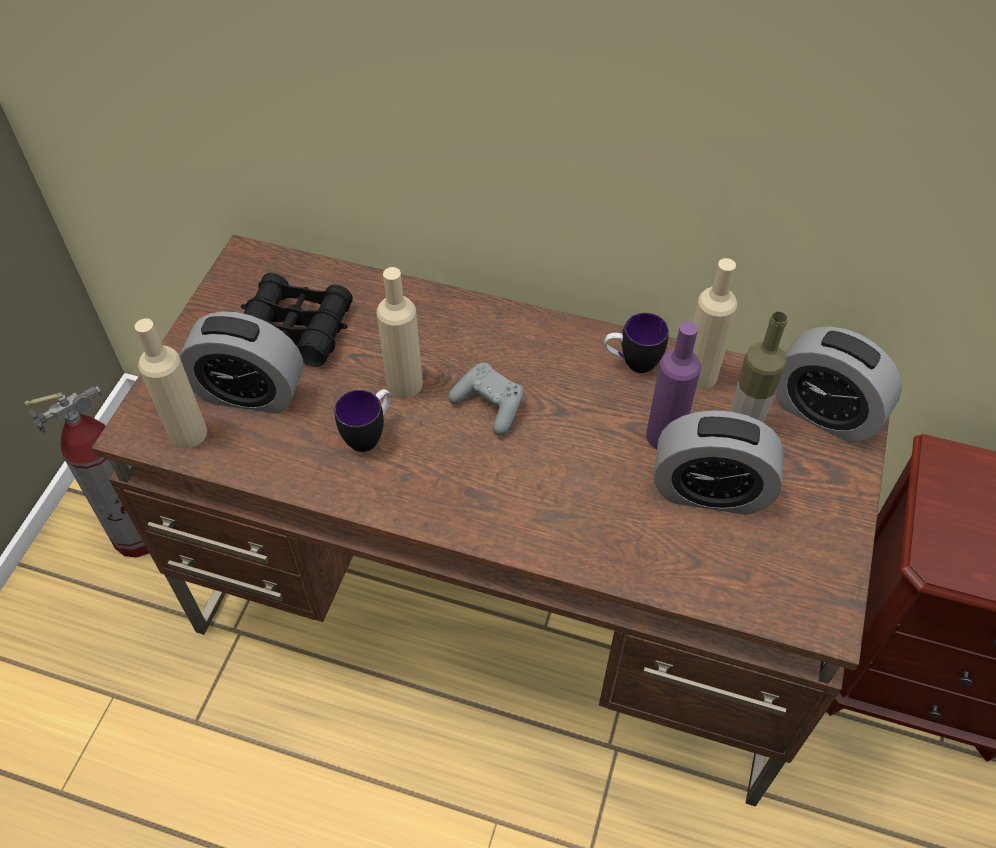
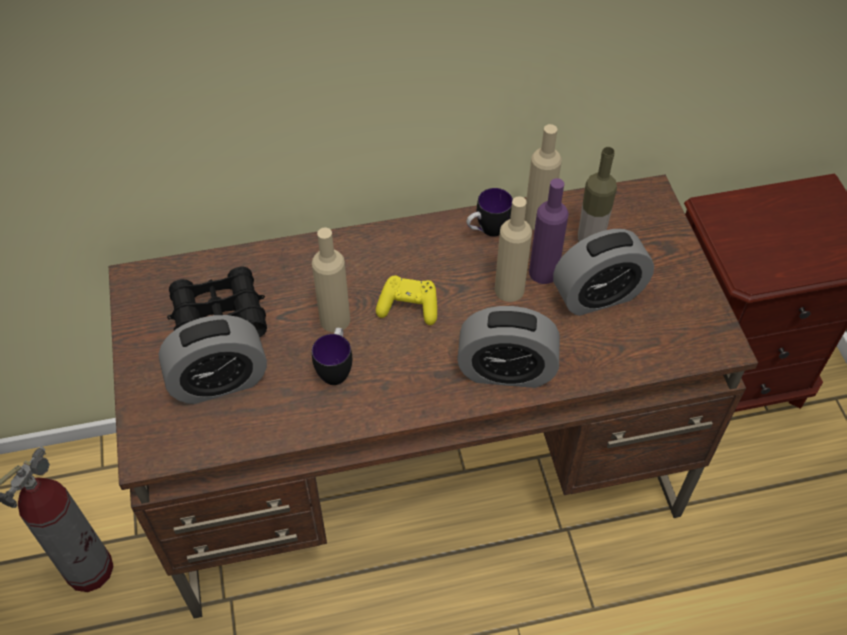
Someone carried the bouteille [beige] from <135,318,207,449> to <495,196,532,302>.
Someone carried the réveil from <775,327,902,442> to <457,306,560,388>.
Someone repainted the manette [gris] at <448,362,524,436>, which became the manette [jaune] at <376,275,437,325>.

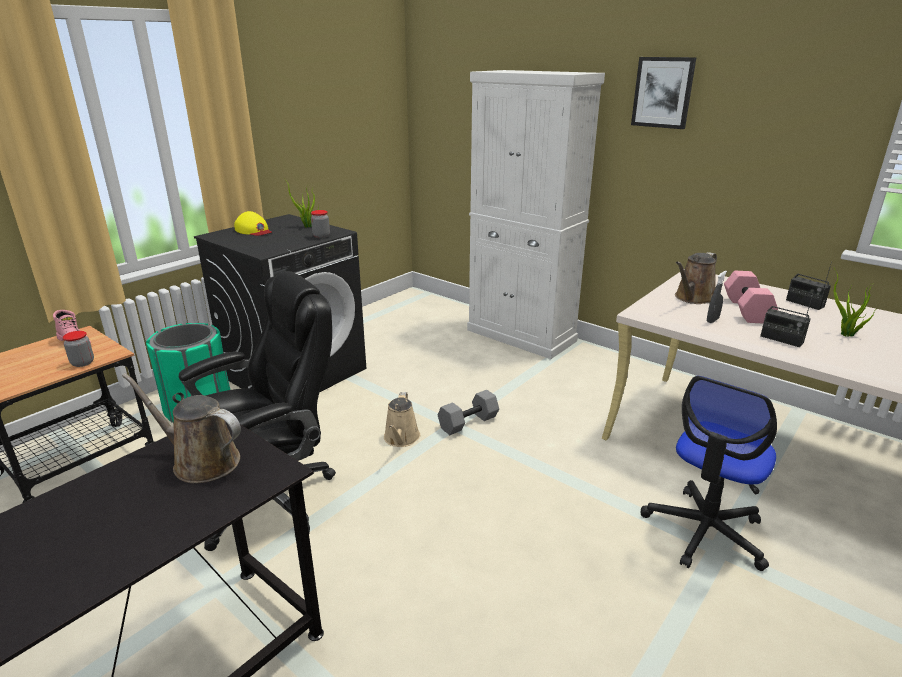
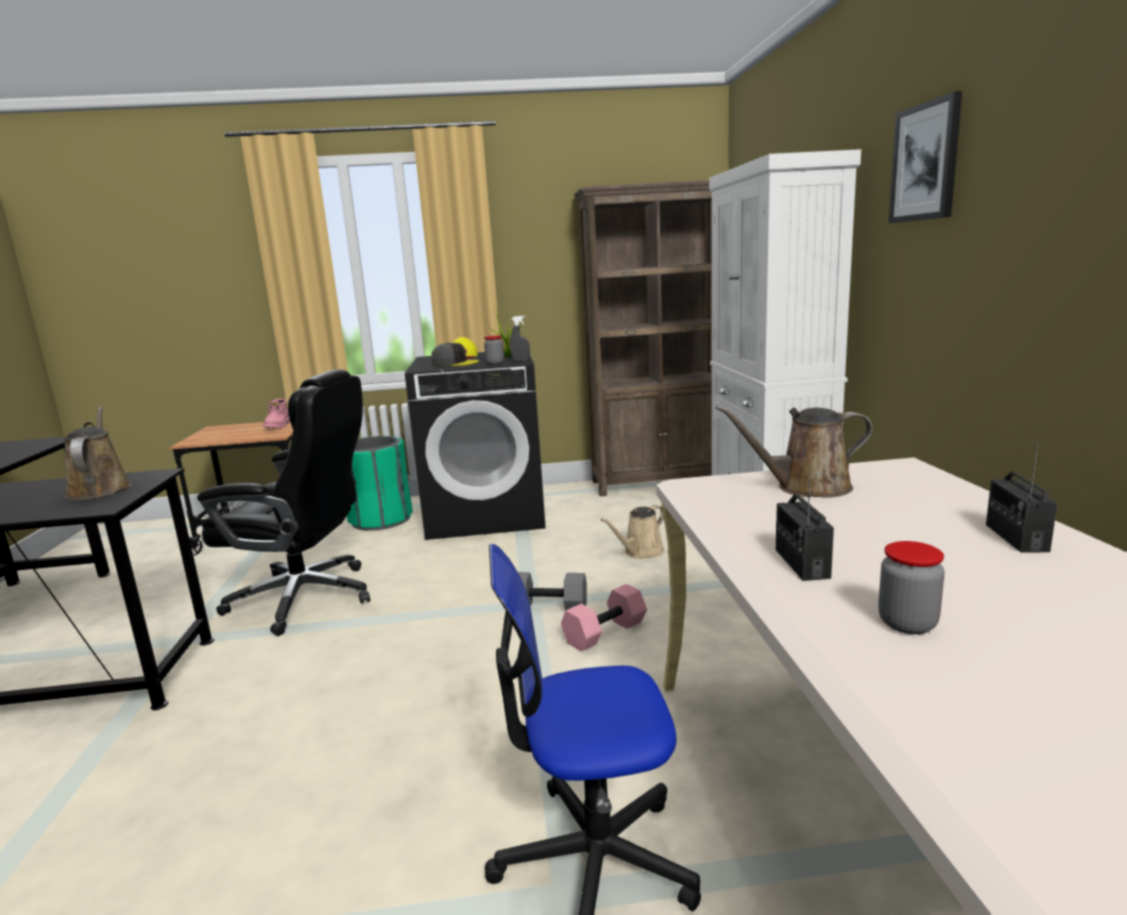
Someone took away the plante en pot at <833,268,875,337>.
Someone carried the vaporisateur [gris] from <707,271,727,323> to <510,316,530,362>.
Someone carried the haltère [rose] from <724,271,778,324> to <561,584,647,652>.
Someone carried the bocal from <62,331,94,367> to <878,541,945,634>.
Someone carried the arrosoir [beige] from <384,392,420,447> to <601,505,665,559>.
Someone put down the bibliothèque [marron] at <574,180,712,496>.
Someone put down the casquette [gris] at <431,343,479,366>.

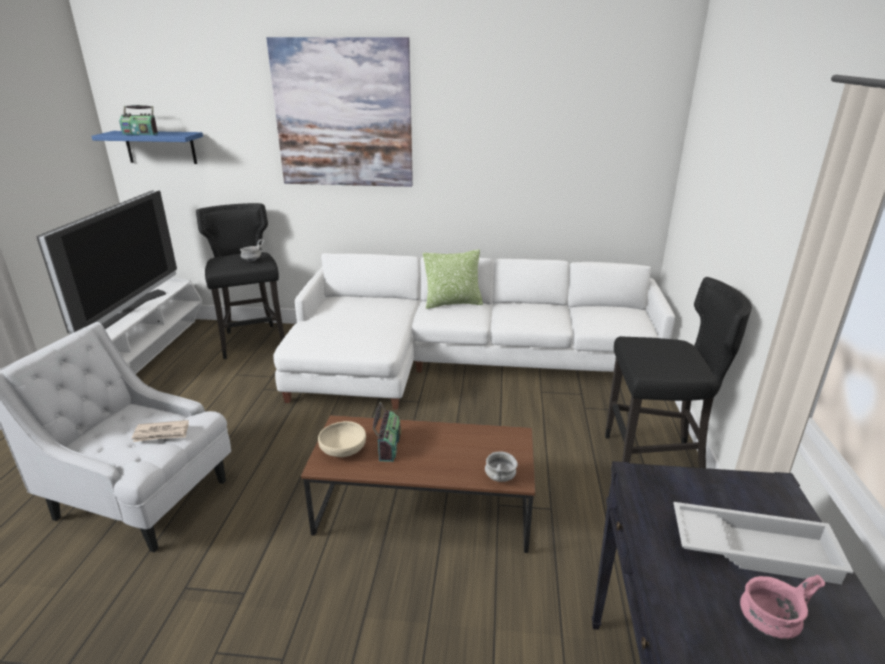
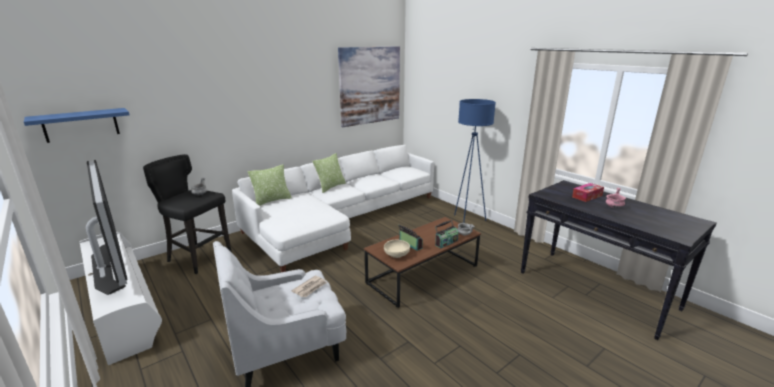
Someone carried the tableau from <266,37,413,187> to <338,46,400,127>.
Someone carried the radio from <119,105,158,135> to <435,220,459,248>.
Someone swapped the tabouret [noir] at <605,277,752,468> for the lampadaire [bleu] at <454,99,496,223>.
Someone swapped the plateau [blanc] at <674,502,854,584> for the boîte à mouchoirs at <572,183,604,202>.
Someone put down the coussin at <248,164,292,206>.

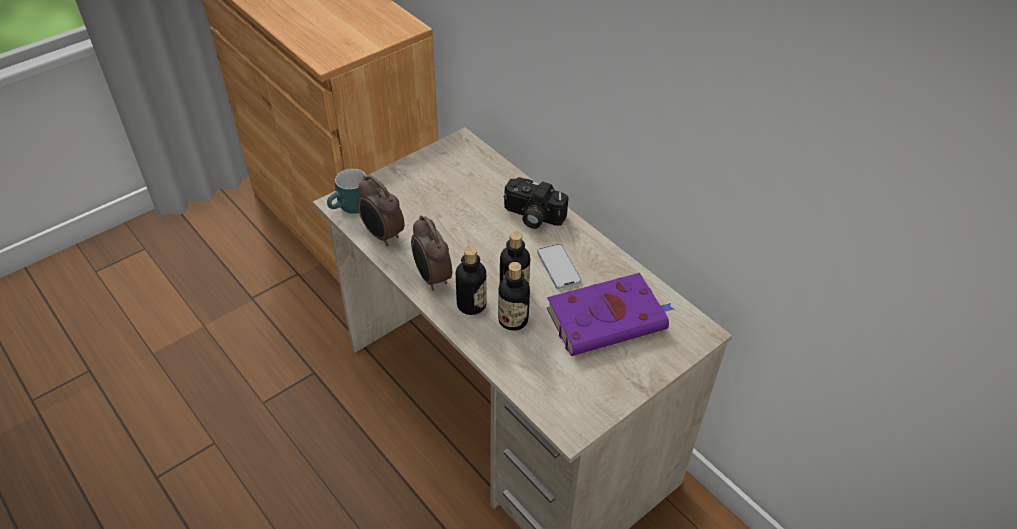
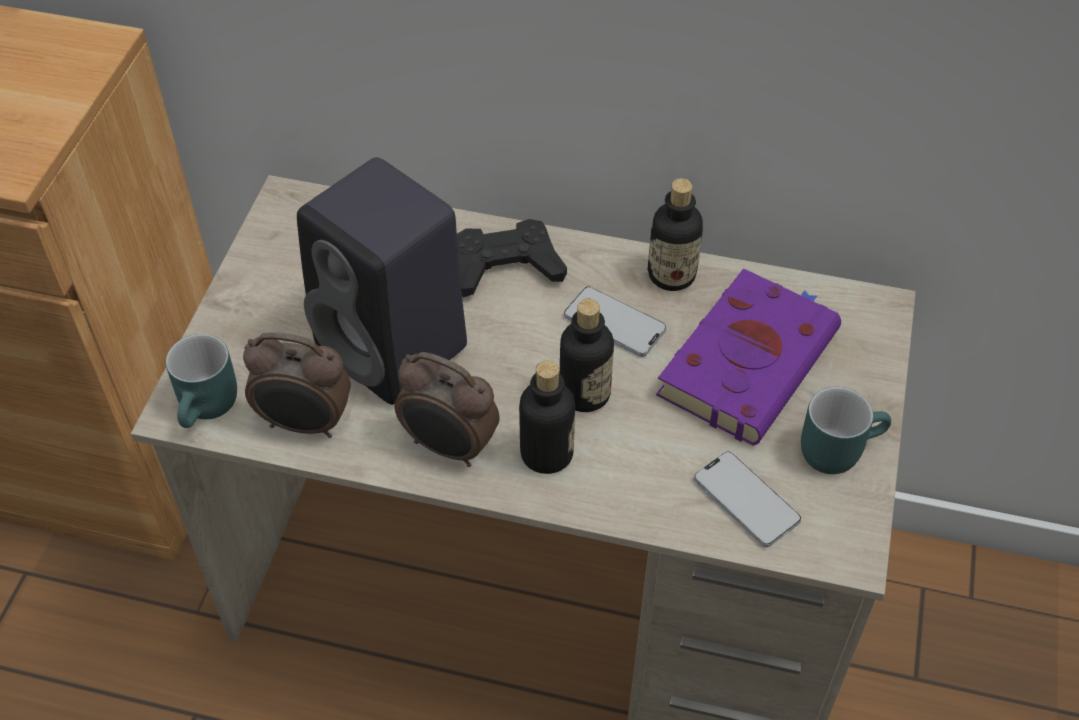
Someone swapped the appareil photo at <504,177,568,229> for the manette [noir] at <457,219,567,298>.
Someone carried the bouteille from <498,262,530,331> to <647,178,704,291>.
Someone put down the enceinte [noir] at <297,157,467,405>.
Someone put down the mug [turquoise] at <801,387,891,474>.
Someone put down the téléphone at <694,451,801,548>.

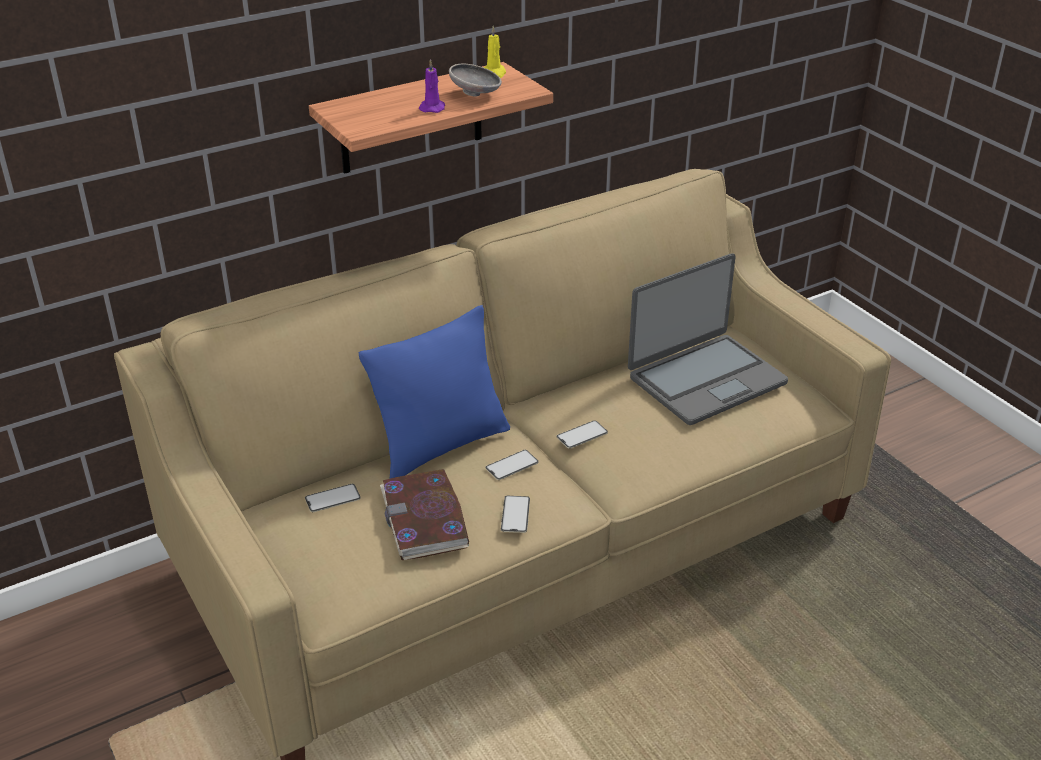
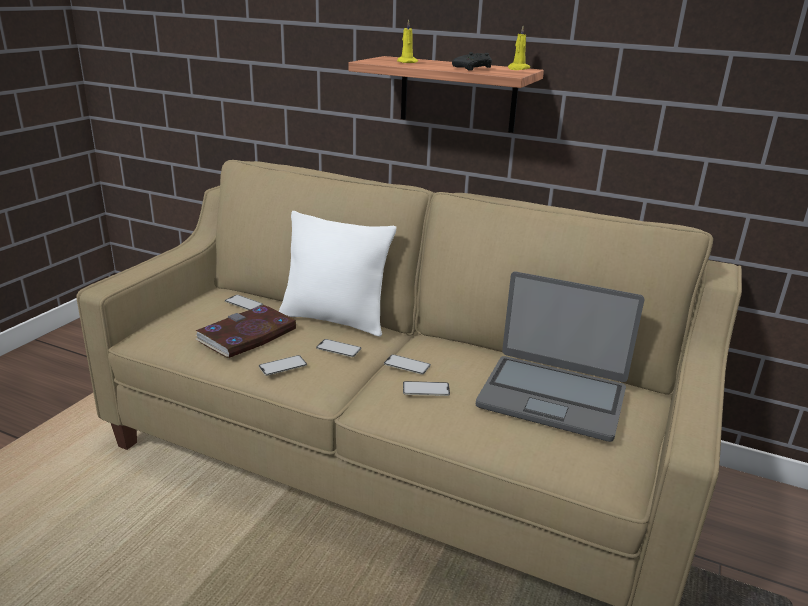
Someone took away the bougie [violet] at <419,59,445,113>.
Someone swapped the bol [gris] at <449,64,502,96> for the manette [noir] at <452,52,492,71>.
Someone repainted the coussin [bleu] at <358,305,510,479>, which became the coussin [blanc] at <279,211,396,337>.
Someone put down the bougie [jaune] at <397,20,418,63>.
Someone put down the téléphone at <403,381,450,396>.

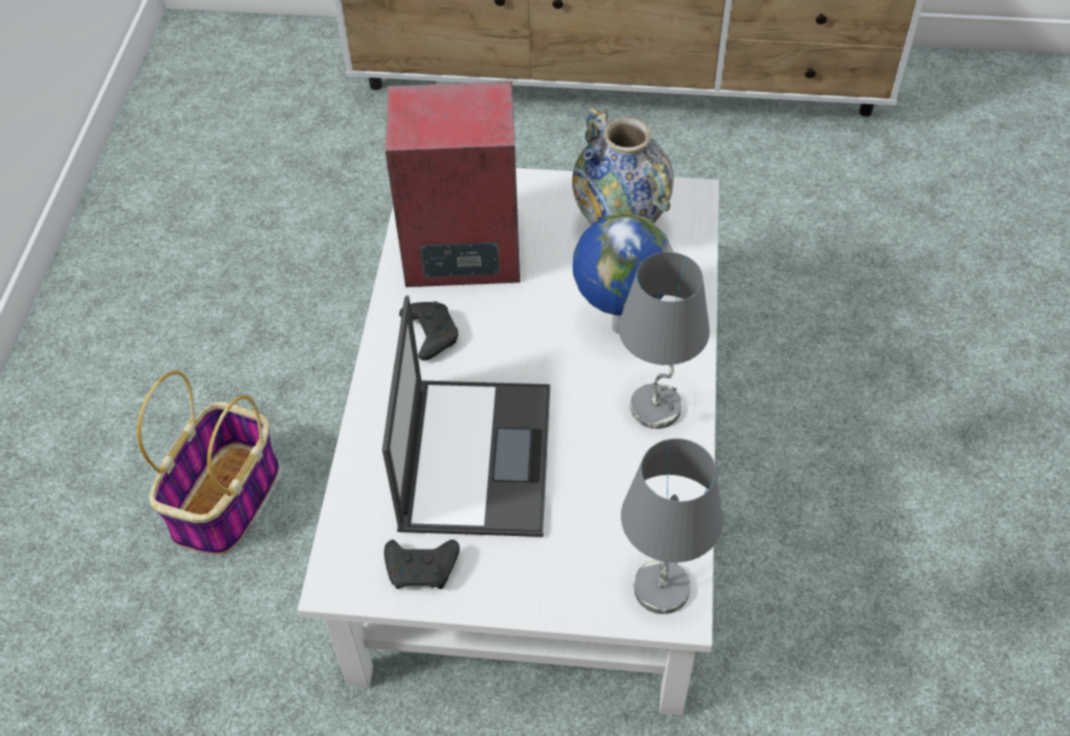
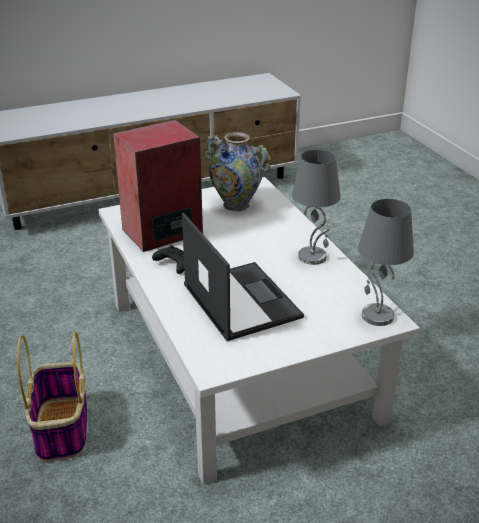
Someone took away the globe at <573,213,673,334>.
Someone took away the manette [noir] at <384,540,460,589>.

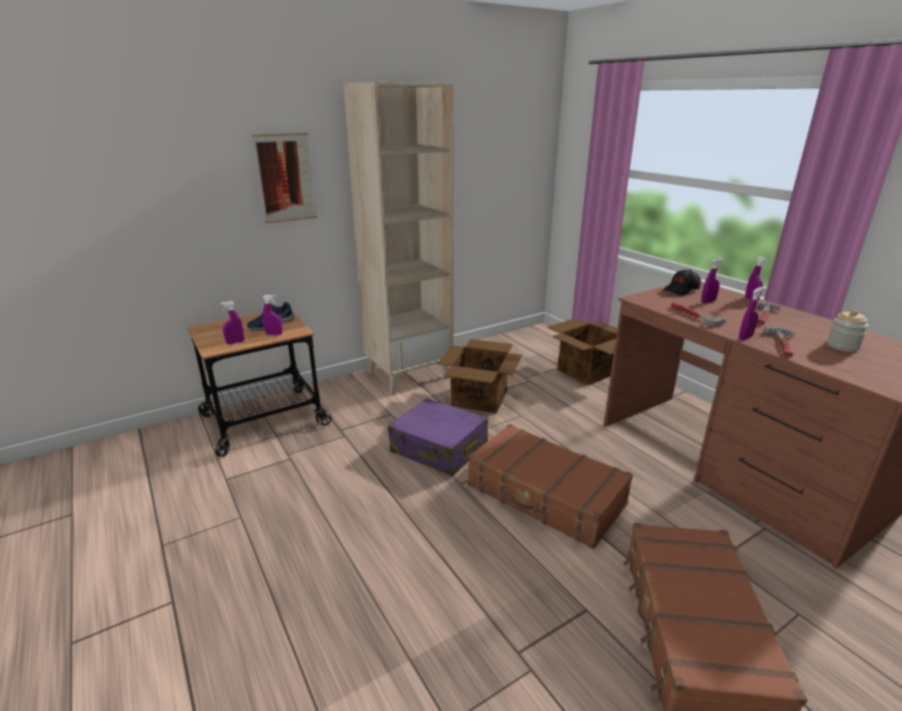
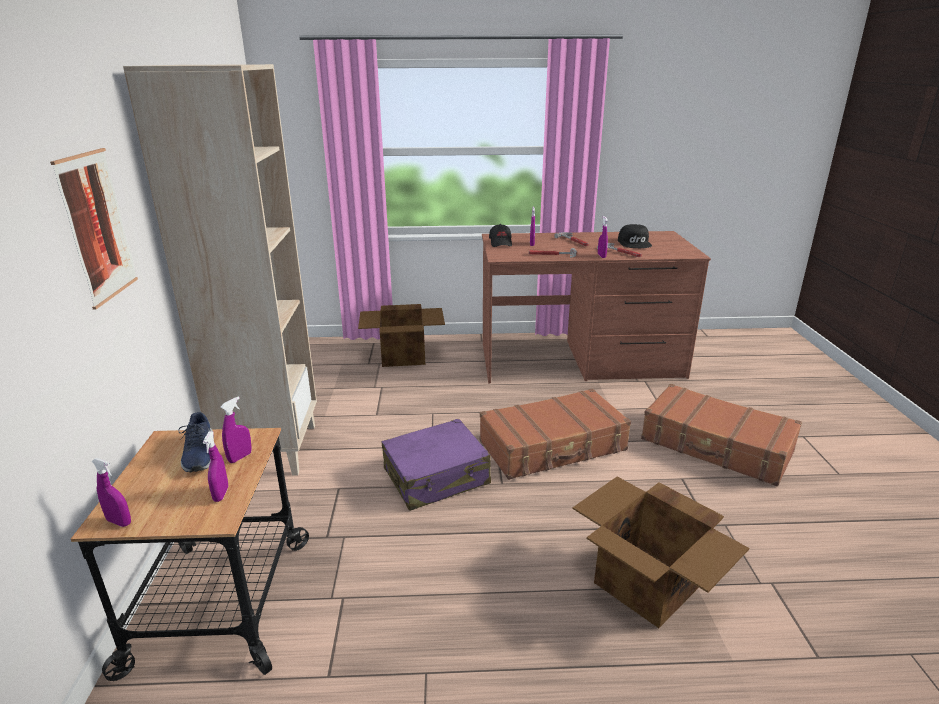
Someone carried the vaporisateur [violet] from <745,256,767,300> to <91,458,131,527>.
Someone swapped the bocal at <827,310,869,352> for the casquette [noir] at <618,224,652,248>.
Someone carried the carton from <438,339,522,414> to <573,477,749,628>.

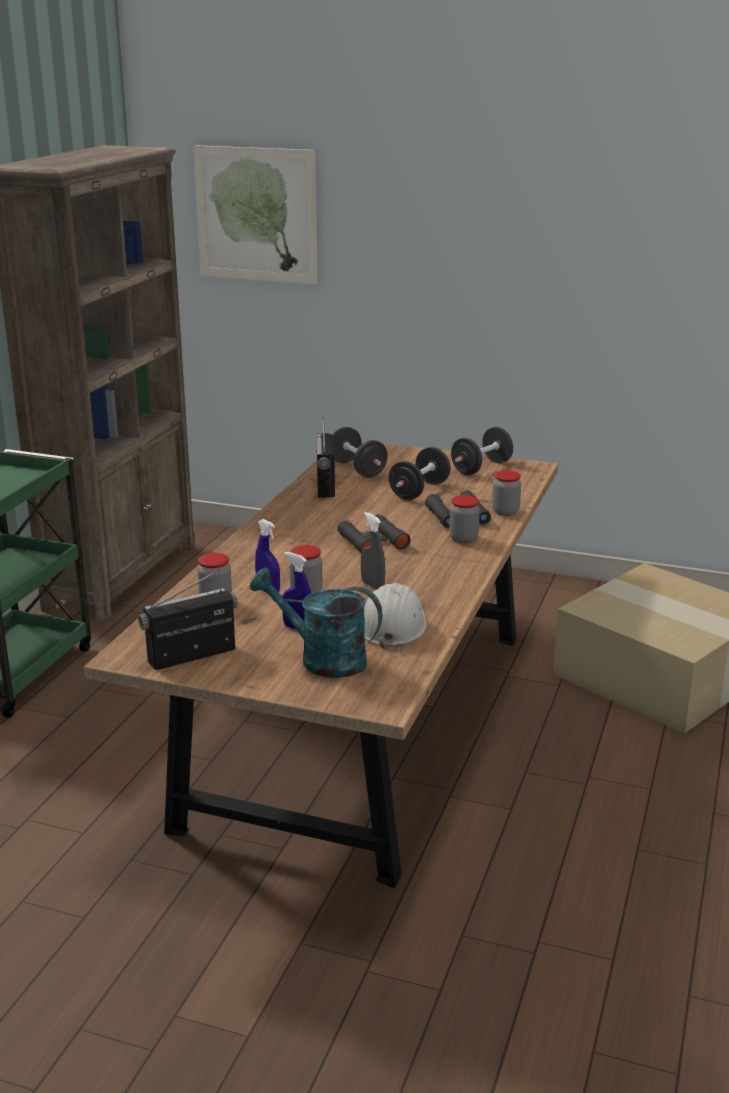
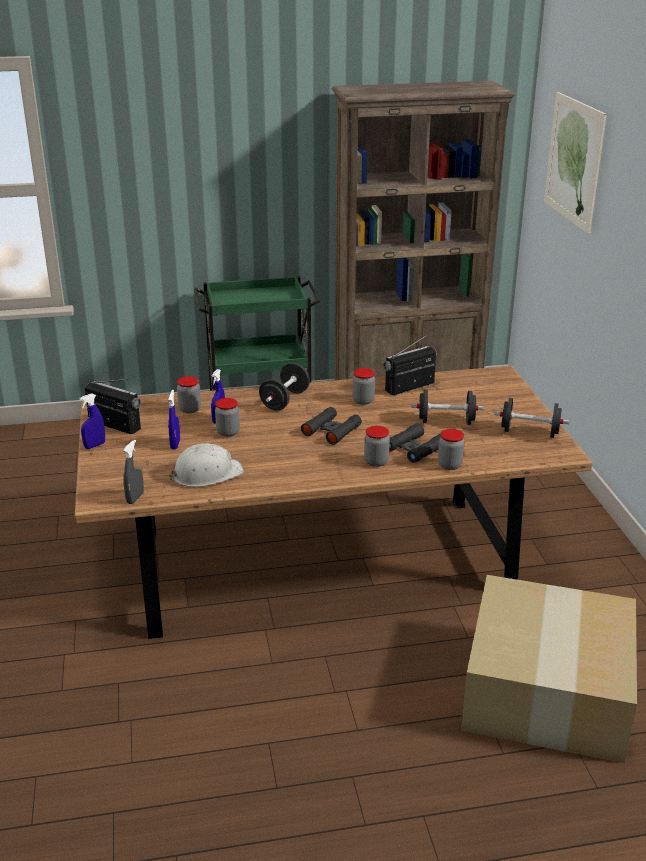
Someone carried the haltère [noir] from <333,427,388,478> to <259,363,310,411>.
Someone carried the vaporisateur [gris] from <361,512,385,590> to <123,440,144,504>.
Someone took away the arrosoir [turquoise] at <249,568,383,678>.
Someone put down the bocal at <353,368,375,405>.
Someone put down the vaporisateur [bleu] at <79,393,105,449>.

